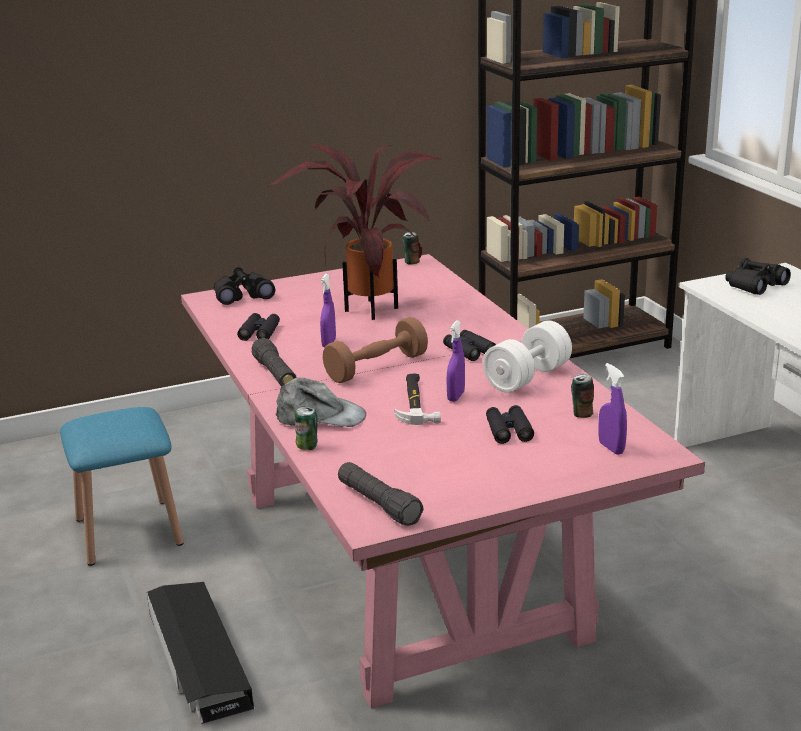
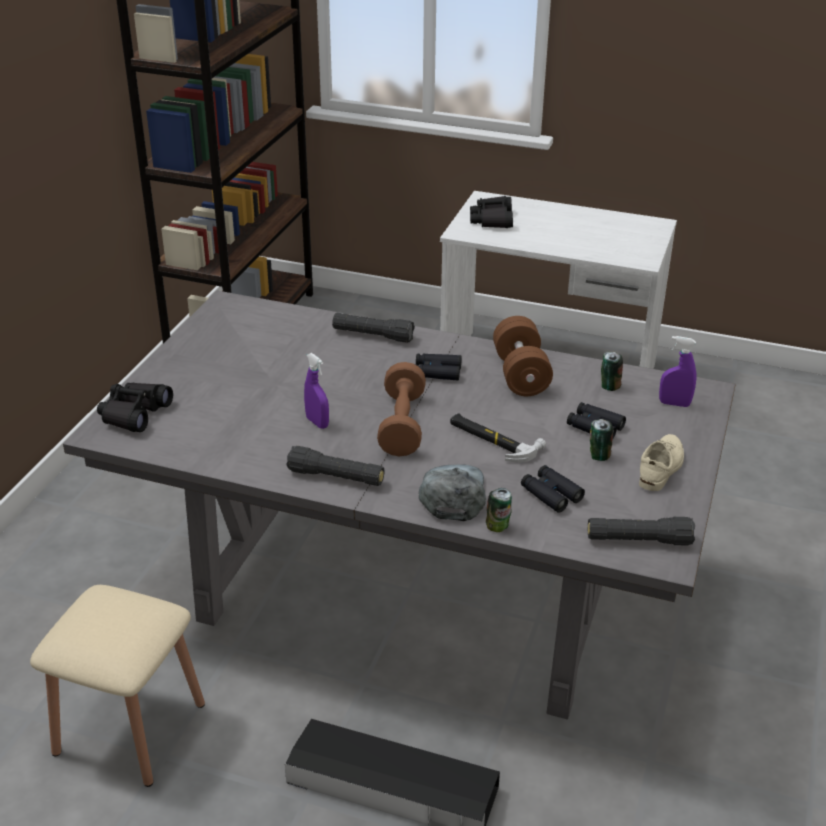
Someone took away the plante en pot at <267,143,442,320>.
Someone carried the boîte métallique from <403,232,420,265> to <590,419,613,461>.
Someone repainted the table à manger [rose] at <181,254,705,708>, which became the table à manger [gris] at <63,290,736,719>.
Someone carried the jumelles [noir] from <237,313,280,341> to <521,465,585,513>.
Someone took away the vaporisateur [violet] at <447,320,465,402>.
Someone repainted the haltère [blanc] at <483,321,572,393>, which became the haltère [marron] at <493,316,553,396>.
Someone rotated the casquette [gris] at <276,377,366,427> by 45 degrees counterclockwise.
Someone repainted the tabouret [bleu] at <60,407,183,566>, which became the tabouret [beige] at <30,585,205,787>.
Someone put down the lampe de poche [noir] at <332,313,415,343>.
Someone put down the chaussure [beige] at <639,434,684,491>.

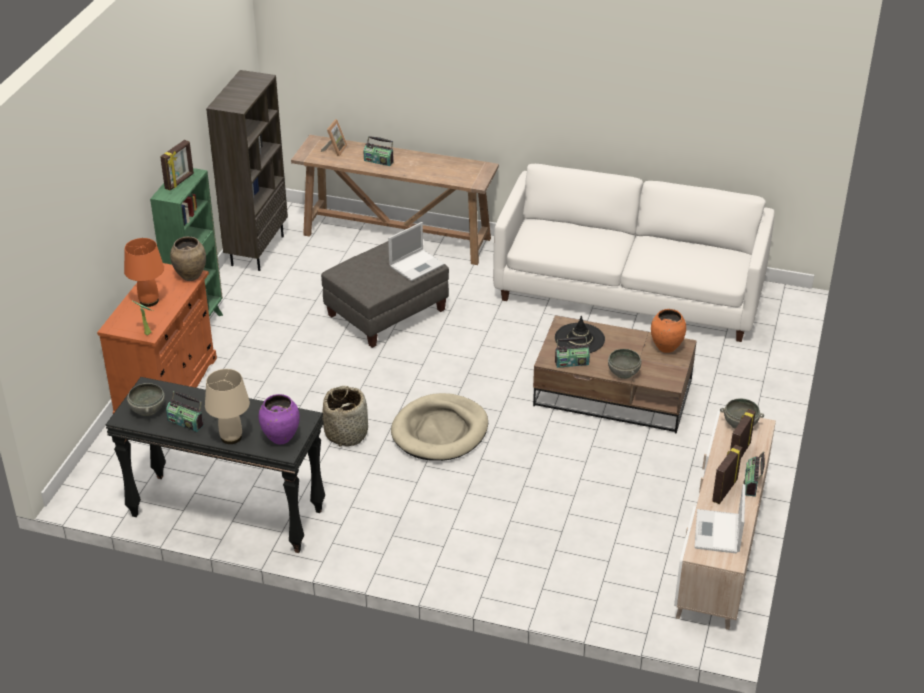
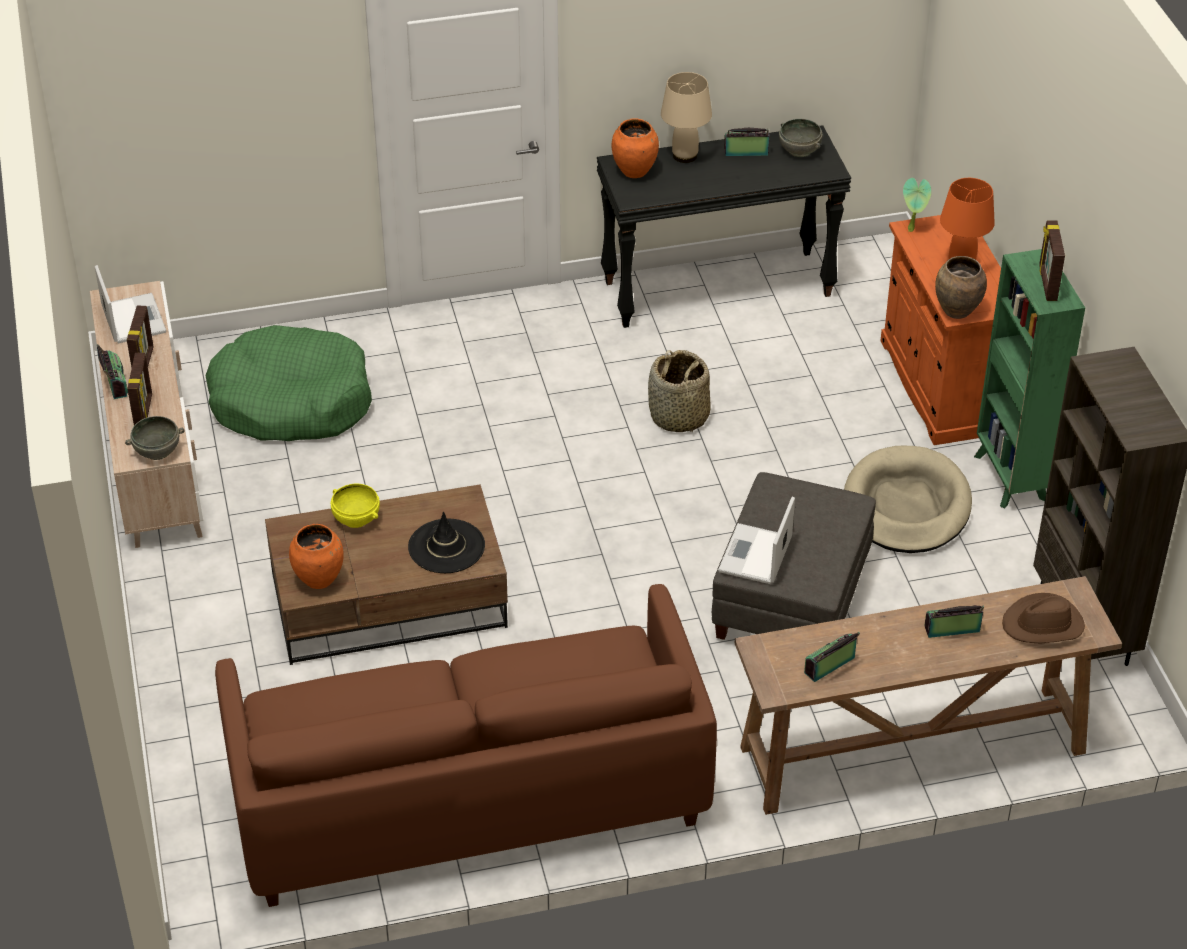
Someone swapped the cadre photo at <321,119,348,156> for the chapeau [marron] at <1002,593,1085,643>.
Someone repainted the canapé [blanc] at <493,164,775,342>, which became the canapé [marron] at <215,584,717,907>.
Someone carried the radio from <555,337,590,368> to <804,632,860,682>.
Someone repainted the bol [gris] at <608,349,641,379>, which became the bol [jaune] at <331,484,380,528>.
Someone carried the panier pour chien [beige] from <391,393,488,461> to <844,446,972,553>.
Someone repainted the vase [violet] at <259,394,300,444>, which became the vase [orange] at <612,118,659,178>.
Someone put down the panier pour chien [vert] at <205,325,372,441>.

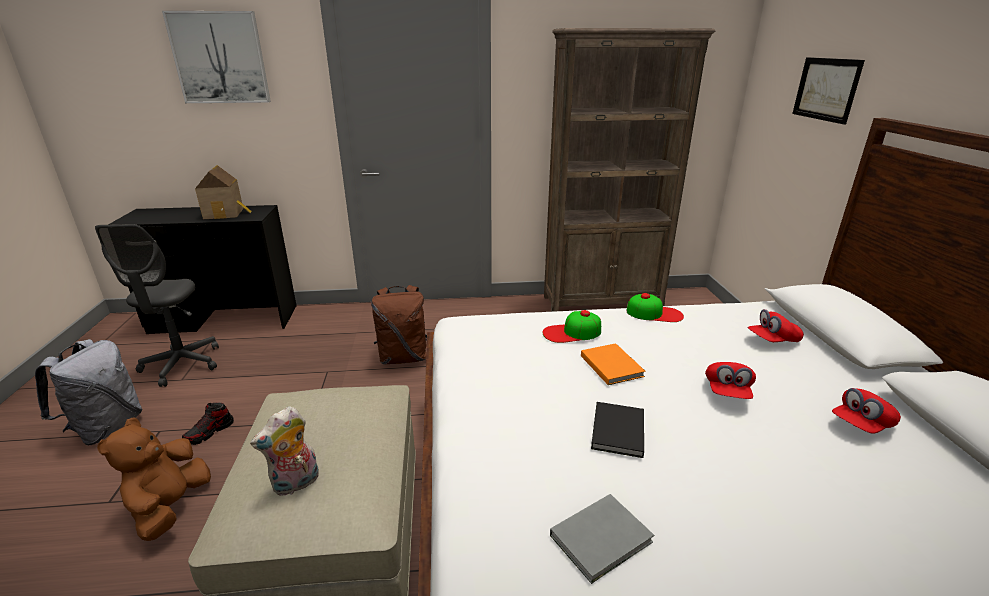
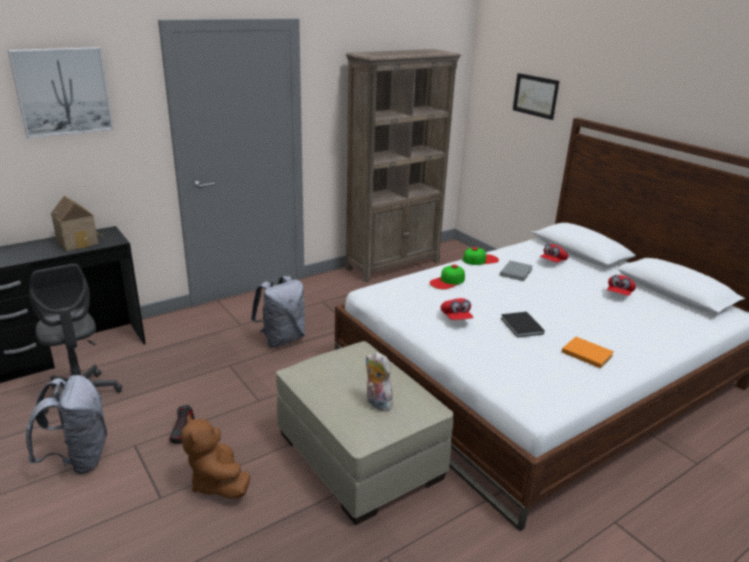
Someone repainted the sac à dos [marron] at <371,285,427,364>, which became the sac à dos [gris] at <251,276,305,347>.
Someone carried the livre [orange] from <581,343,646,385> to <562,337,614,368>.
Someone carried the casquette [rouge] from <705,362,756,399> to <441,298,473,320>.
Someone rotated the peluche at <250,406,319,497> by 120 degrees clockwise.
Someone carried the livre [gris] from <550,494,654,584> to <500,260,533,281>.

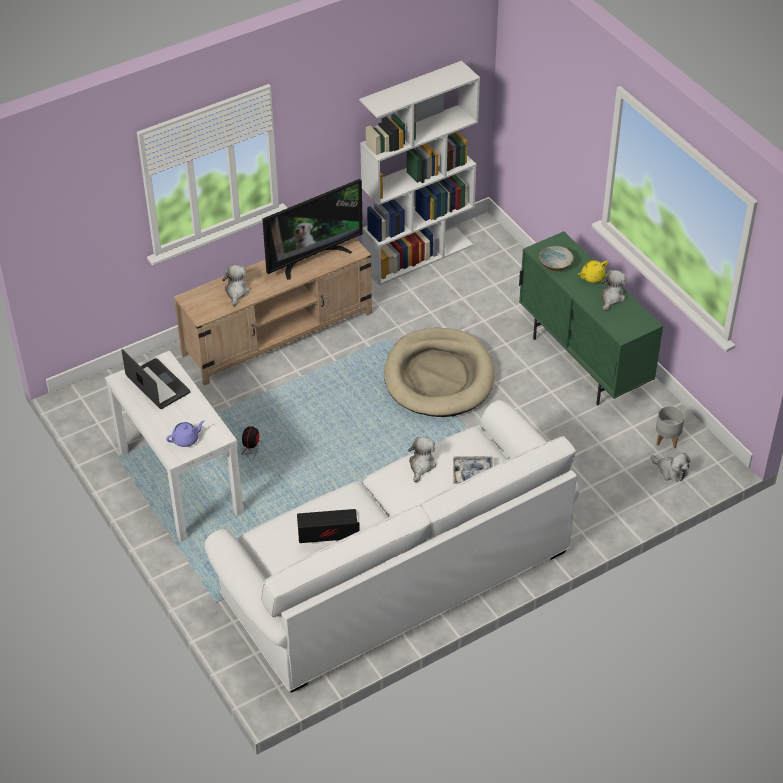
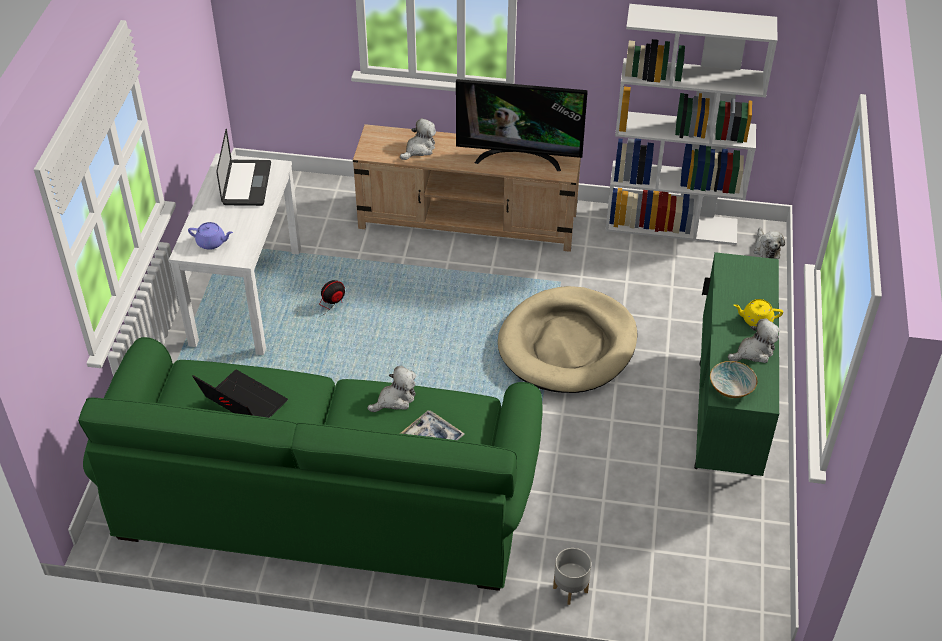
Someone carried the bol from <539,246,574,271> to <710,361,757,398>.
Someone repainted the canapé [blanc] at <204,400,579,693>, which became the canapé [vert] at <78,337,543,591>.
Someone carried the cache-pot [gris] from <656,406,685,449> to <553,548,591,605>.
Someone carried the peluche from <651,453,690,482> to <754,228,785,259>.

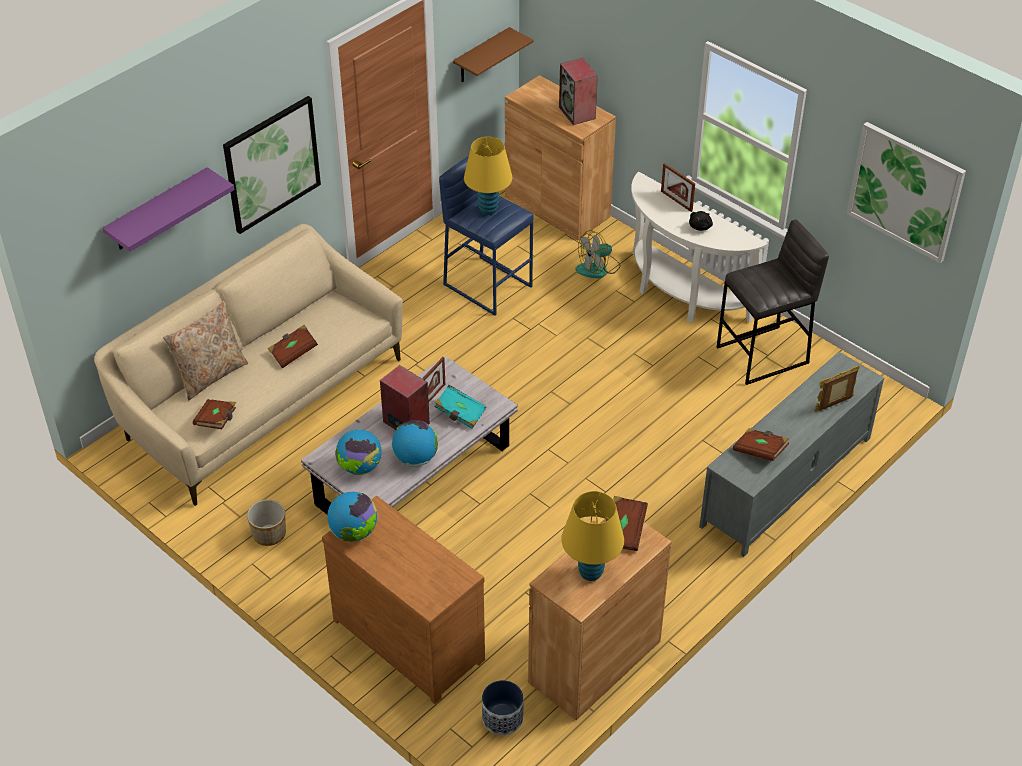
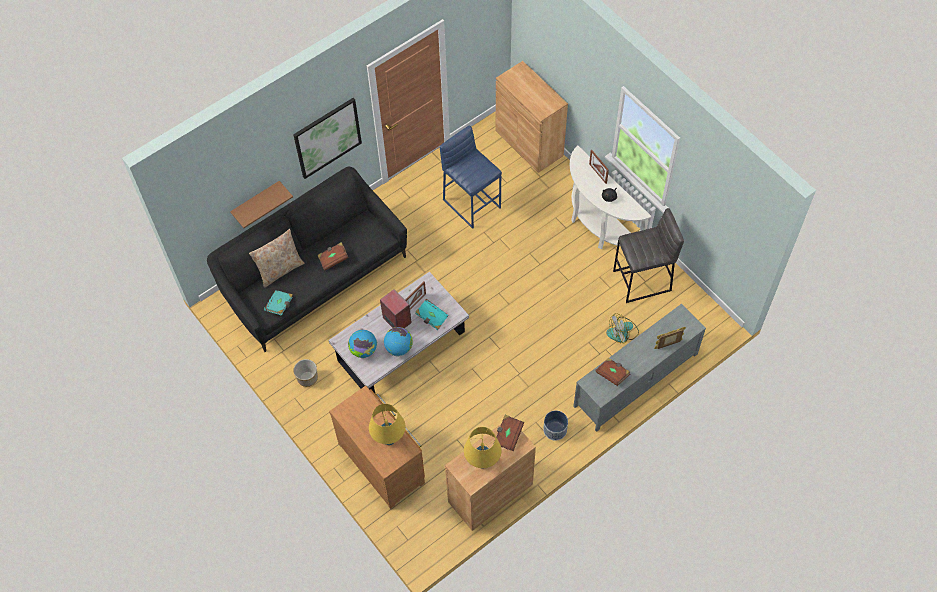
Someone carried the étagère [marron] from <453,27,533,82> to <230,181,293,228>.
Someone took away the enceinte at <559,58,598,125>.
Someone took away the tableau at <847,122,966,263>.
Someone carried the lampe de table [jaune] from <464,137,512,215> to <369,404,406,445>.
Someone took away the étagère [violet] at <102,167,234,252>.
Someone repainted the canapé [beige] at <94,224,403,506>, which became the canapé [noir] at <207,166,407,352>.
Someone carried the ventilateur from <576,230,620,278> to <606,313,639,344>.
Someone repainted the livre [marron] at <193,399,236,429>, which became the livre [turquoise] at <264,290,293,316>.
Someone took away the globe at <327,492,377,542>.
Someone carried the cache-pot from <482,680,524,735> to <543,410,568,441>.

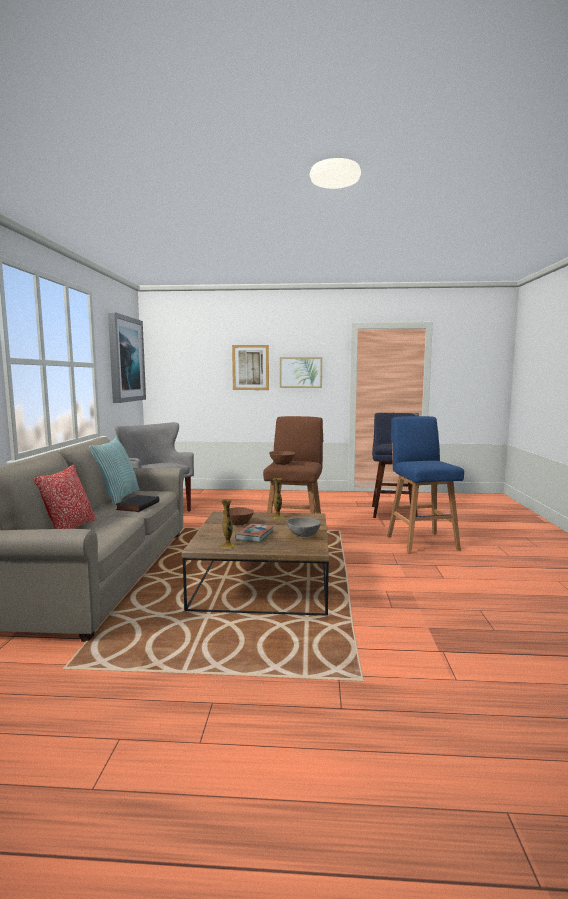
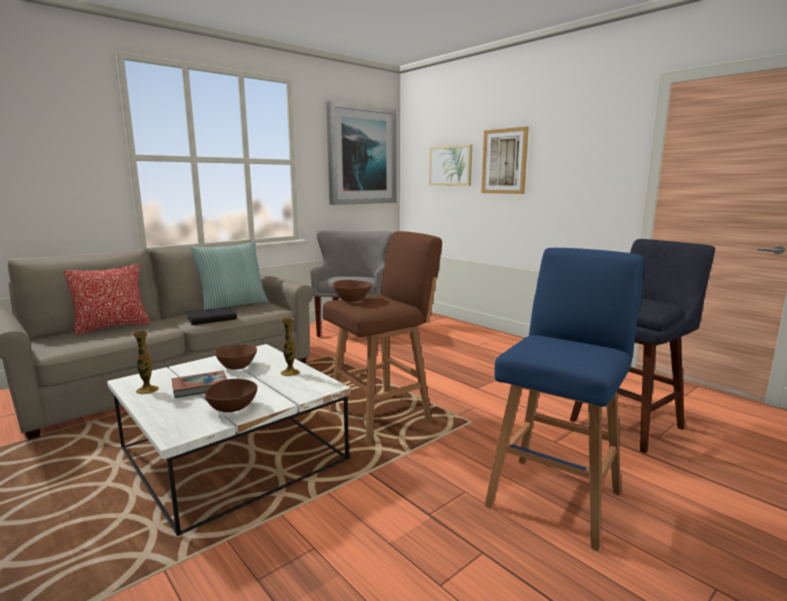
Someone carried the tableau from <280,357,322,388> to <429,144,472,186>.
Someone repainted the table basse [marron] at <182,512,329,616>, which became the table basse [blanc] at <107,344,351,536>.
Someone repainted the bol [gris] at <287,517,321,537>, which became the bol [marron] at <205,379,257,412>.

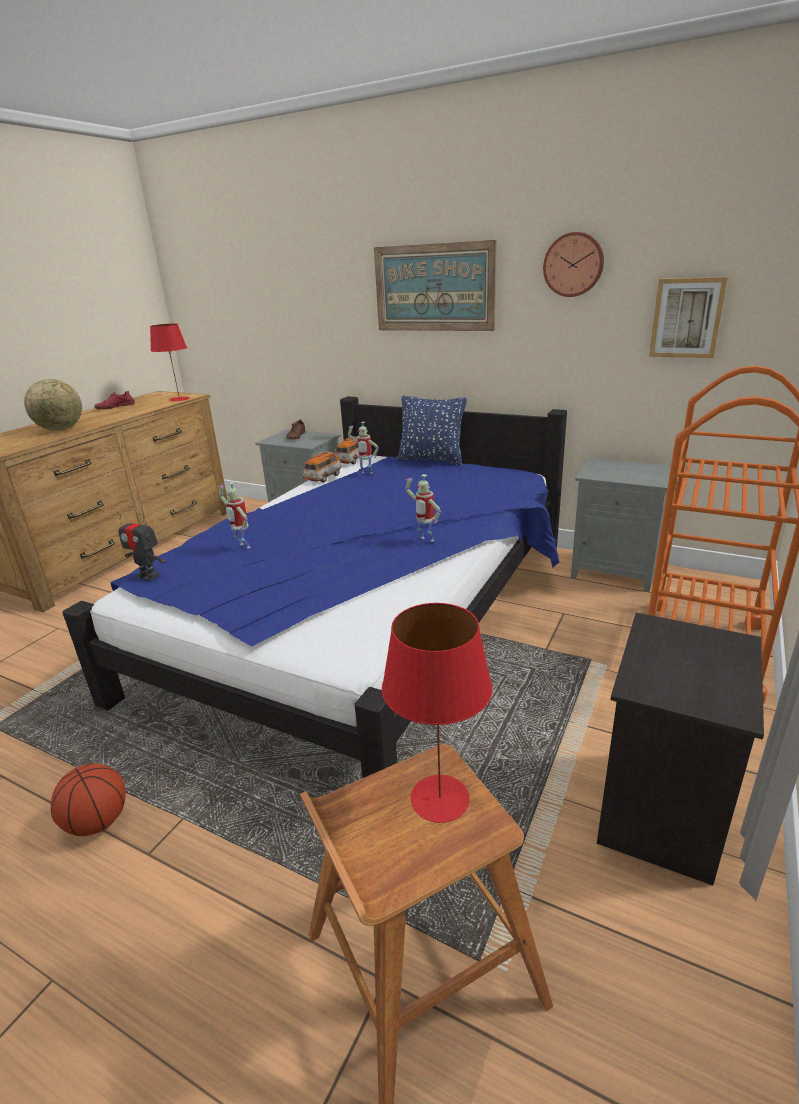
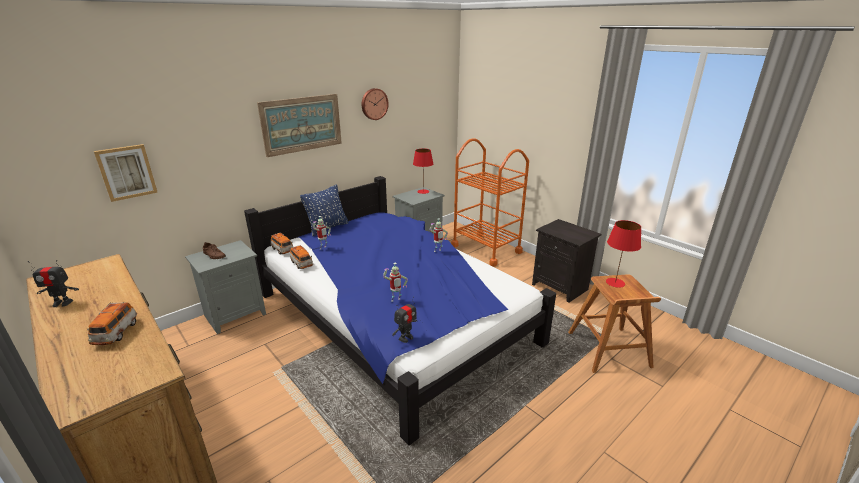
Someone carried the tableau from <649,277,728,358> to <94,144,158,202>.
Someone carried the lampe de table [rouge] from <150,324,190,401> to <413,149,433,194>.
Someone swapped the globe at <24,379,82,431> for the petite voiture at <87,302,137,345>.
Someone swapped the chaussure [rouge] at <94,391,135,410> for the robot jouet at <28,260,79,307>.
Someone took away the ballon de basket at <51,763,126,836>.

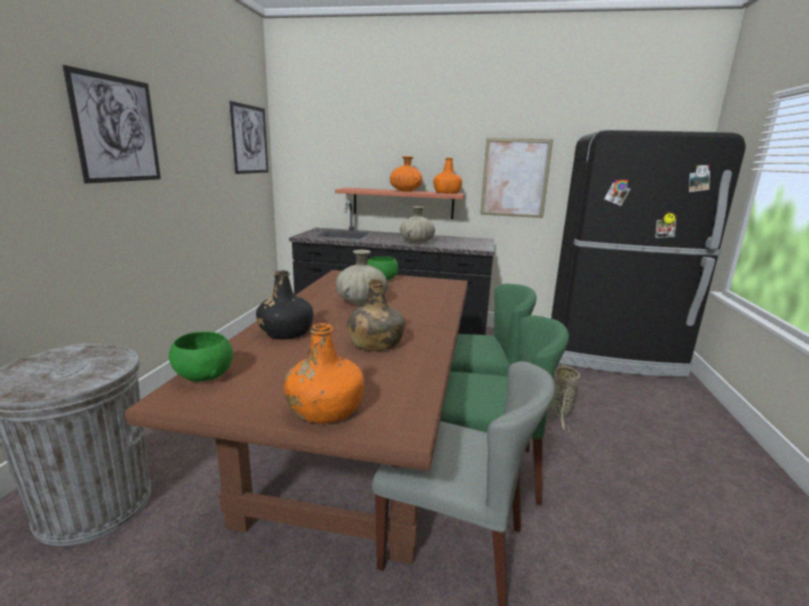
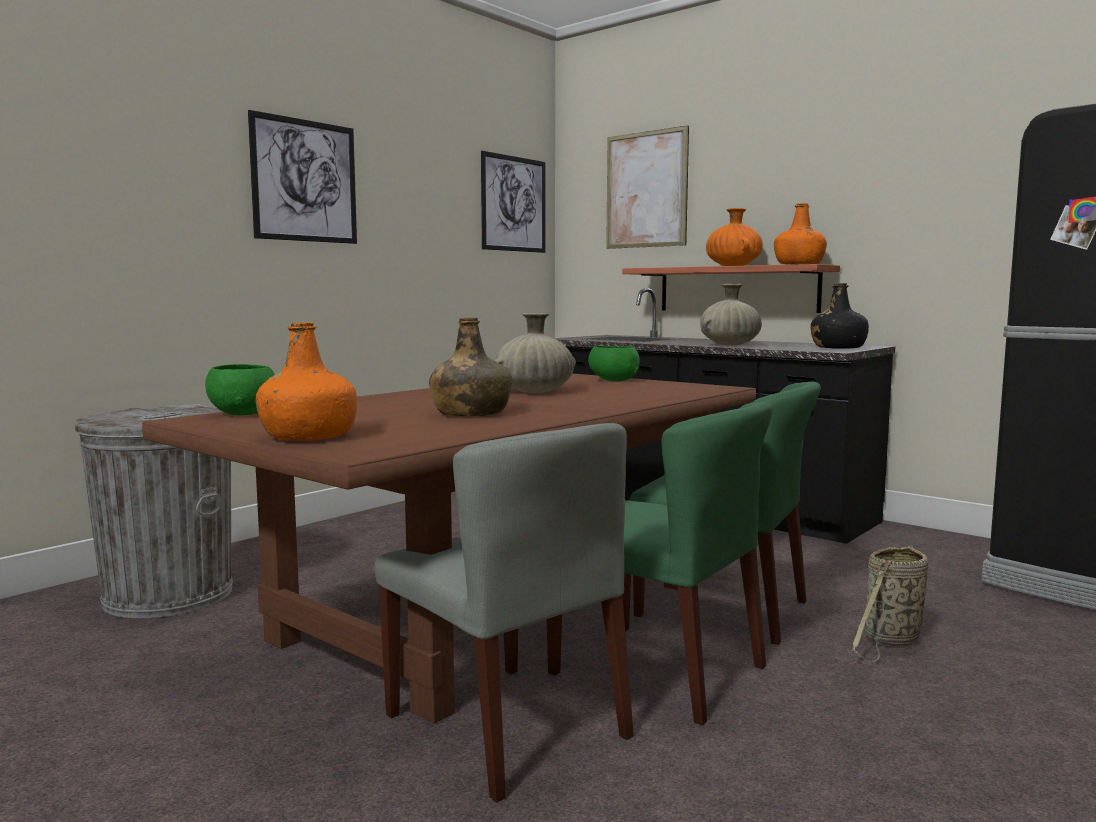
Someone carried the tableau from <480,138,553,218> to <606,125,689,249>.
Someone carried the bouteille [noir] from <256,270,313,339> to <811,283,869,349>.

